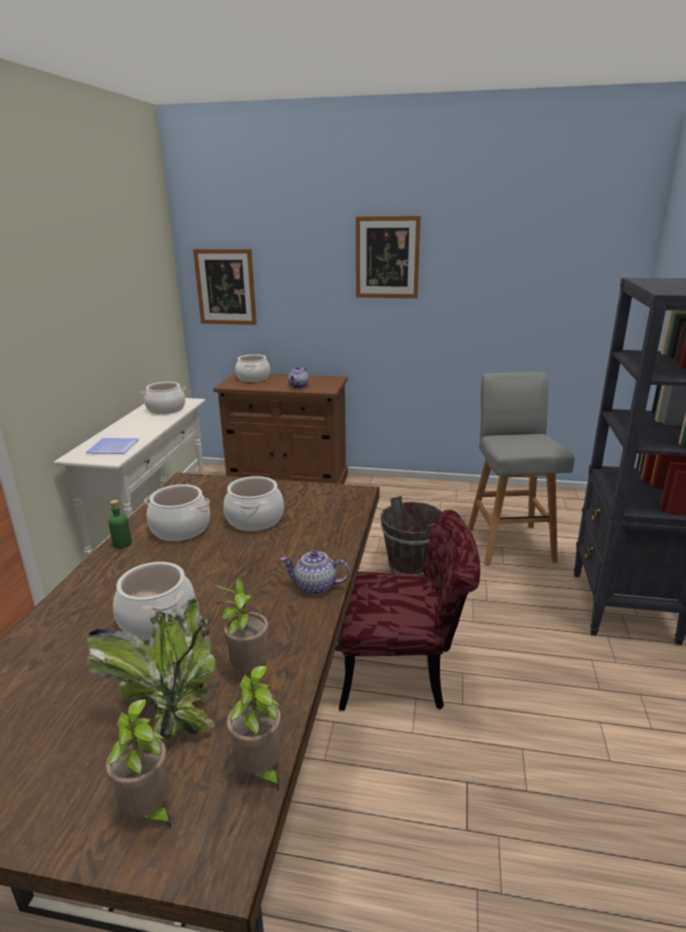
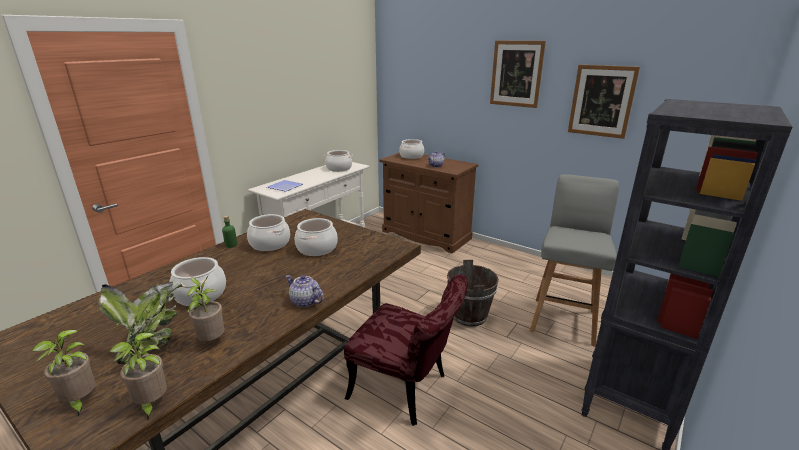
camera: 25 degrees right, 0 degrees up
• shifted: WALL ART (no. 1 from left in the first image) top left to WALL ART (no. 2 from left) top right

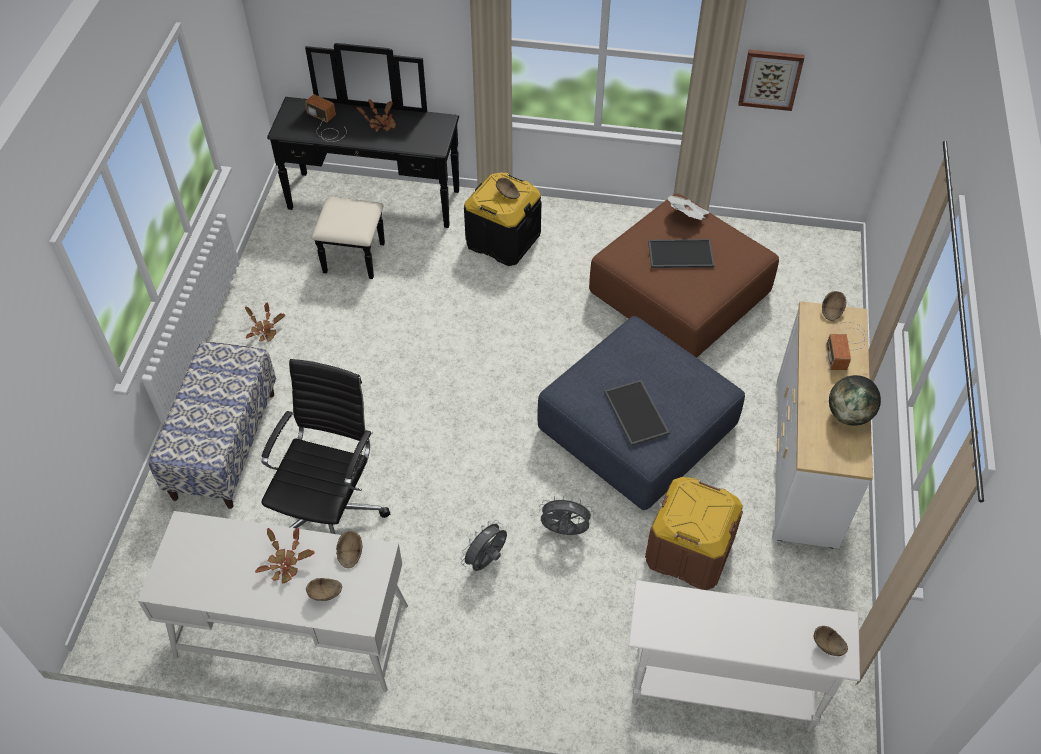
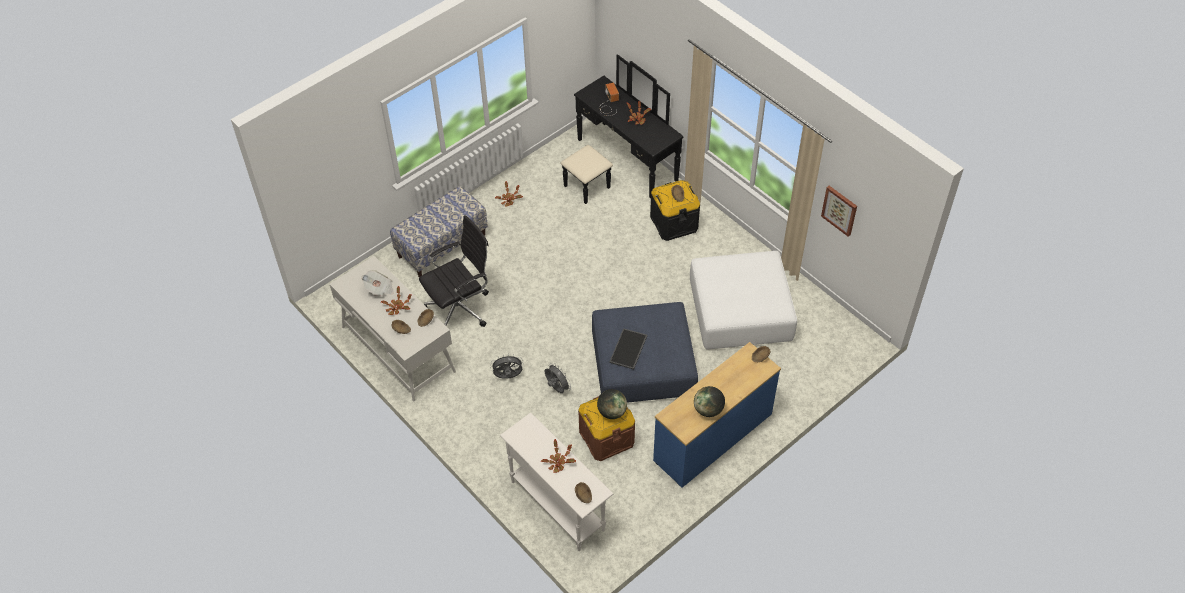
camera: 40 degrees right, 0 degrees up
• gone: SERVING TRAY (no. 2 from left) centre
• gone: RADIO (no. 2 from left) middle right
• new: PLANT IN A POT (no. 3 from left) bottom centre
• new: WORLD GLOBE (no. 1 from left) bottom centre
• shifted: NEWSPAPER top centre to middle left
• repainted: BROWN-COLOURED POUFFE centre to WHITISH POUFFE centre
• repainted: WHITISH DRAWER CHEST middle right to BLUE-COLOURED DRAWER CHEST bottom centre

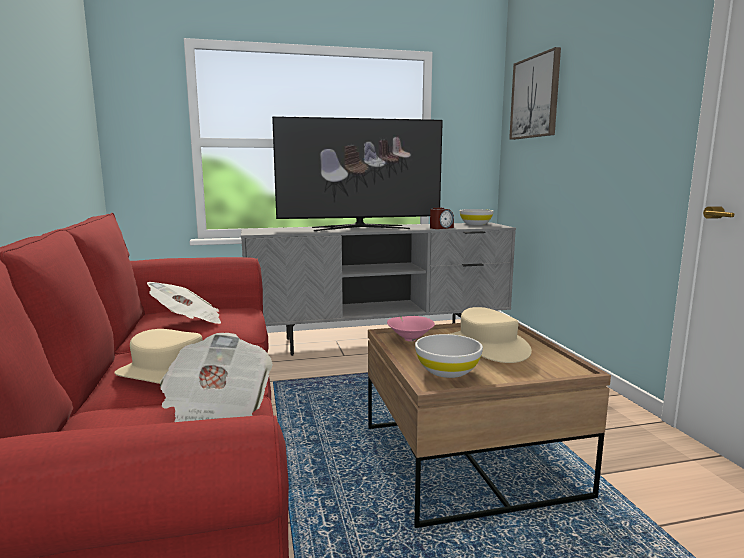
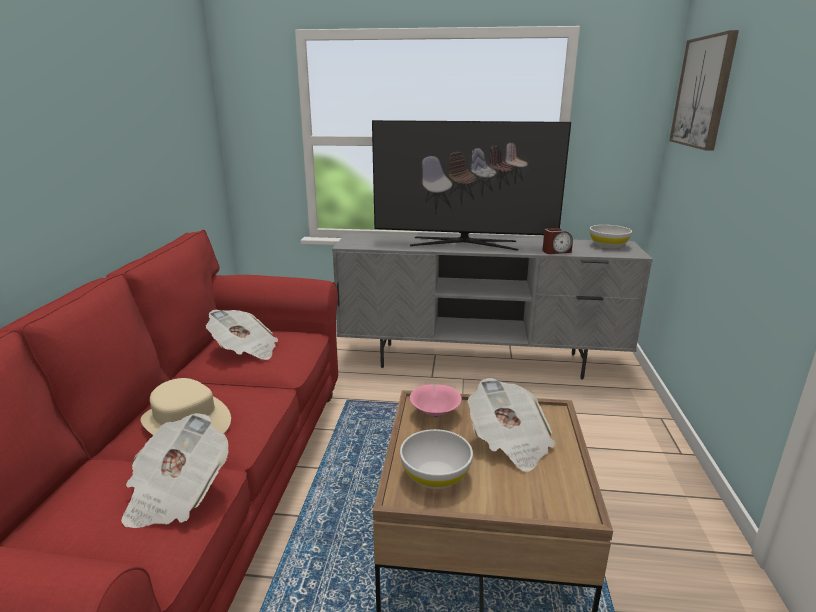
camera: 20 degrees right, 10 degrees up
• swapped: BEIGE-COLOURED HAT (no. 2 from left) centre to NEWSPAPER (no. 3 from left) bottom centre

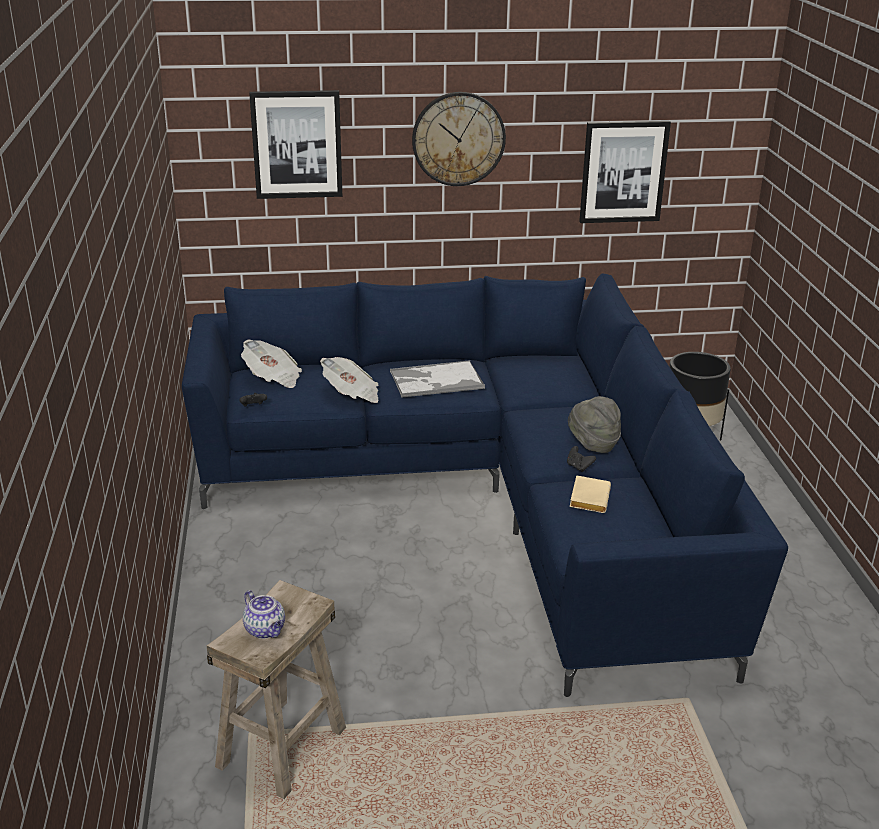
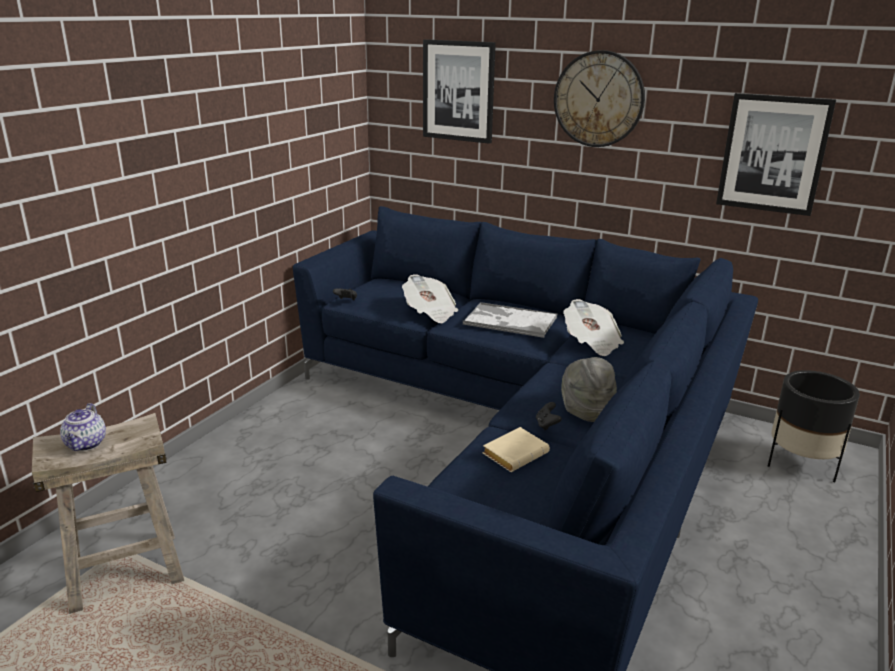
camera: 35 degrees right, 5 degrees down
• shifted: NEWSPAPER (no. 1 from left in the first image) middle left to NEWSPAPER (no. 2 from left) centre

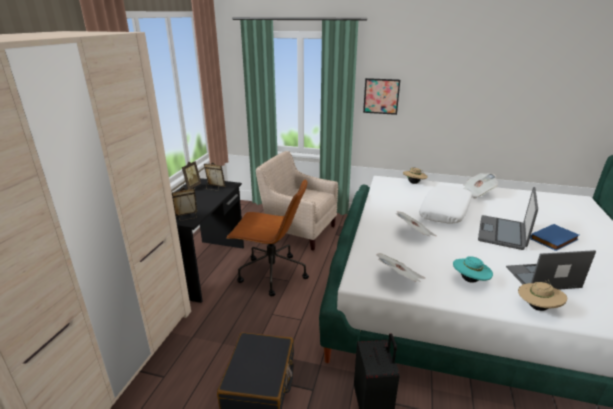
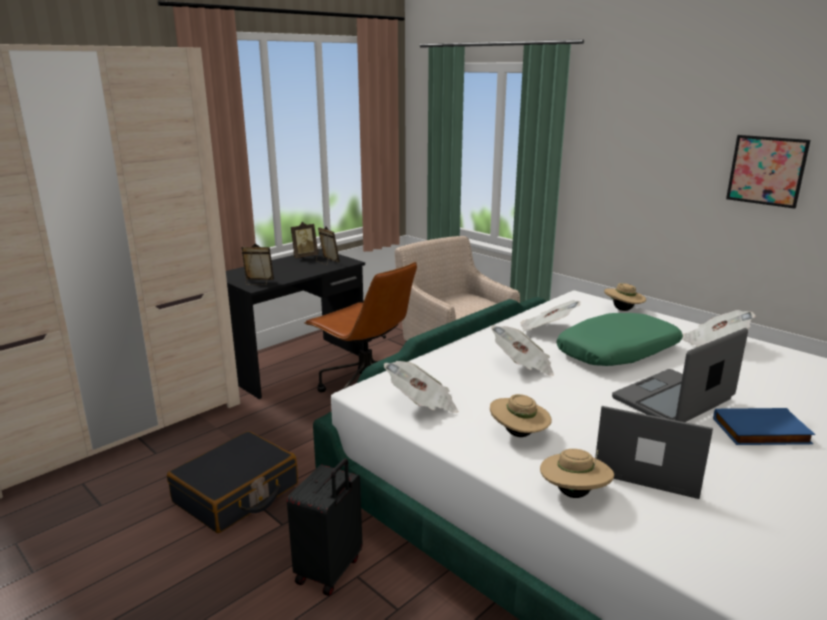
camera: 30 degrees right, 5 degrees down
• new: NEWSPAPER (no. 3 from left) centre
• shifted: WALL ART top centre to top right
• repainted: WHITISH PILLOW middle right to GREENISH PILLOW middle right
• repainted: TURQUOISE HAT middle right to BEIGE-COLOURED HAT (no. 1 from left) bottom centre

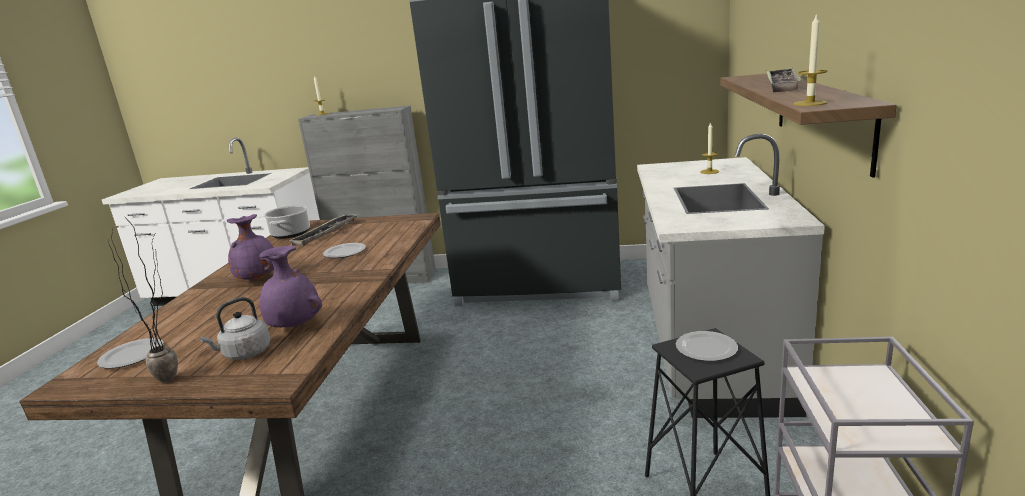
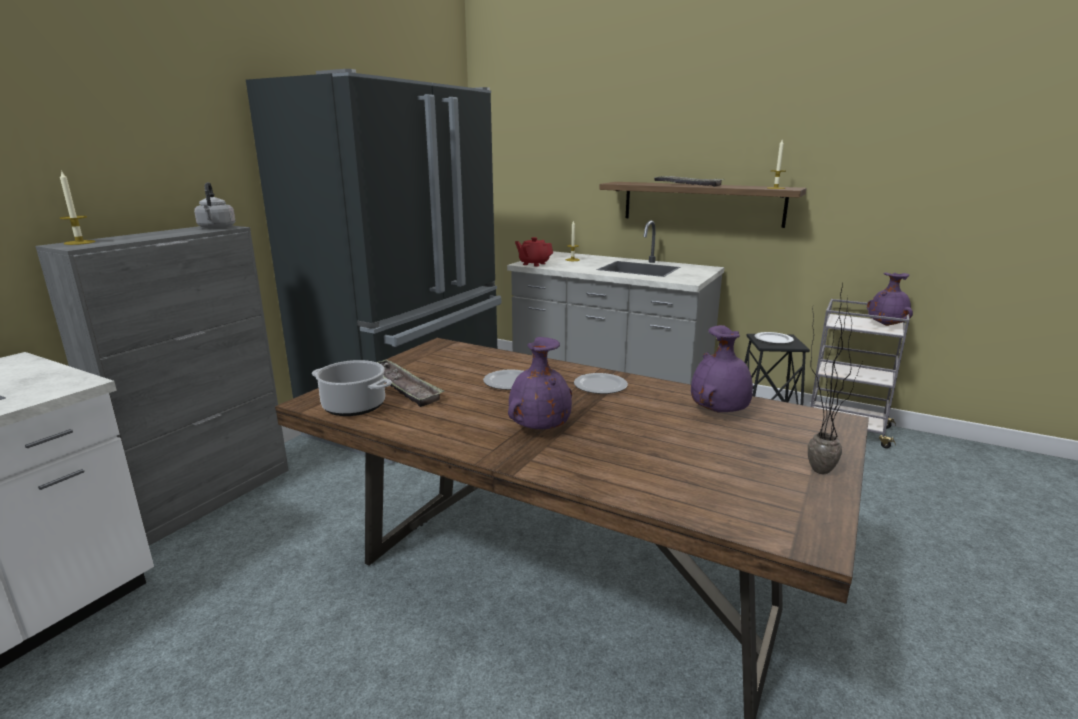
camera: 70 degrees left, 0 degrees up
• new: RED-COLOURED POT FOR TEA centre
• new: PURPLISH DECORATIVE VASE (no. 3 from left) middle right
• shifted: DINNER PLATE (no. 1 from left in the first image) bottom left to DINNER PLATE (no. 2 from left) centre
• shifted: GREY WATER KETTLE middle left to top left

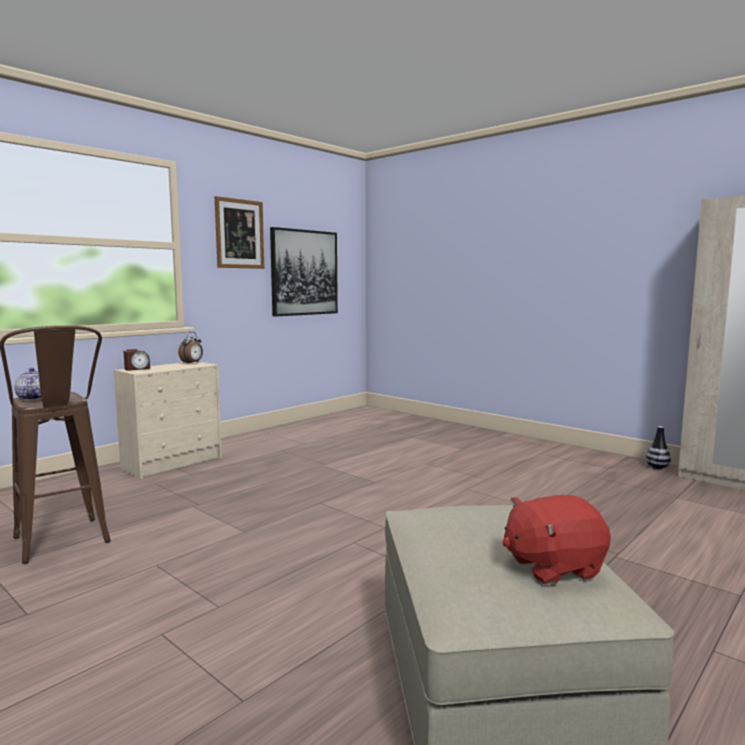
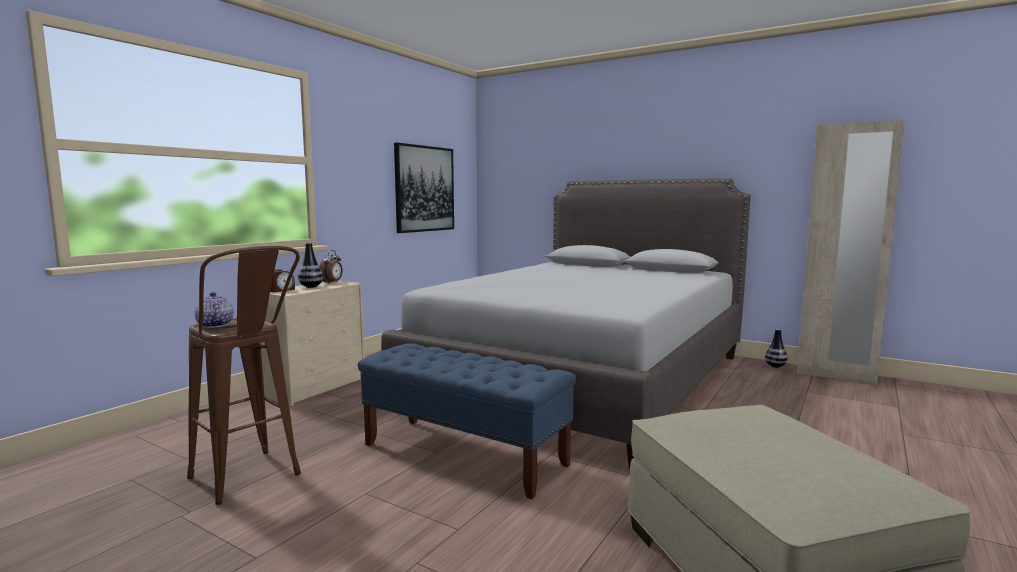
camera: 10 degrees left, 0 degrees up
• gone: WALL ART (no. 1 from left) top left
• gone: RED-COLOURED SOFT TOY bottom right
• new: DECORATIVE VASE (no. 1 from left) middle left
• new: BLUE-COLOURED LONG SEAT bottom centre
• new: GREY BEDROOM BED centre

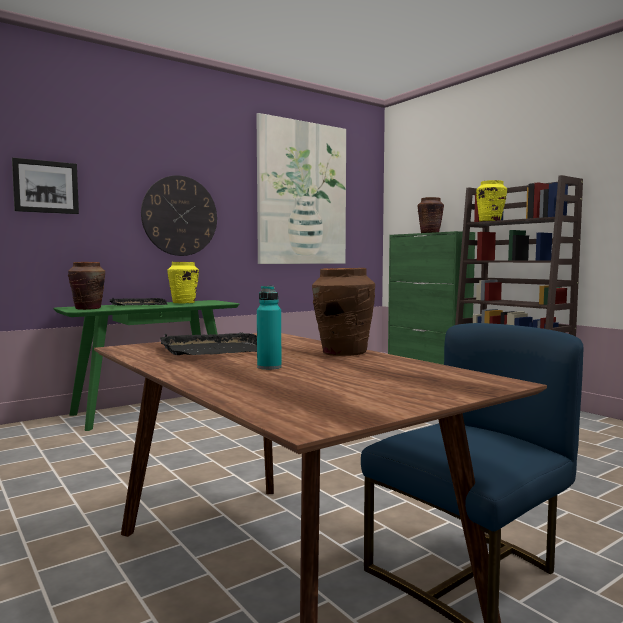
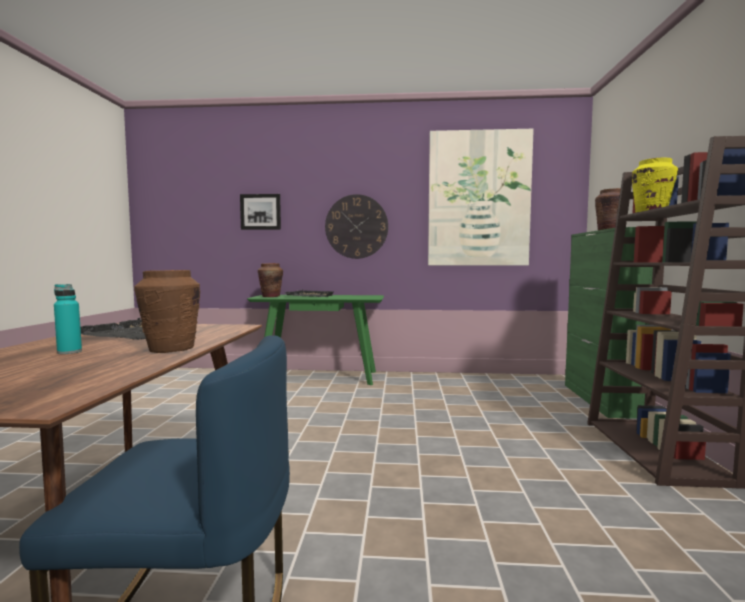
camera: 40 degrees right, 0 degrees up
• gone: YELLOW DECORATIVE VASE (no. 1 from left) middle left

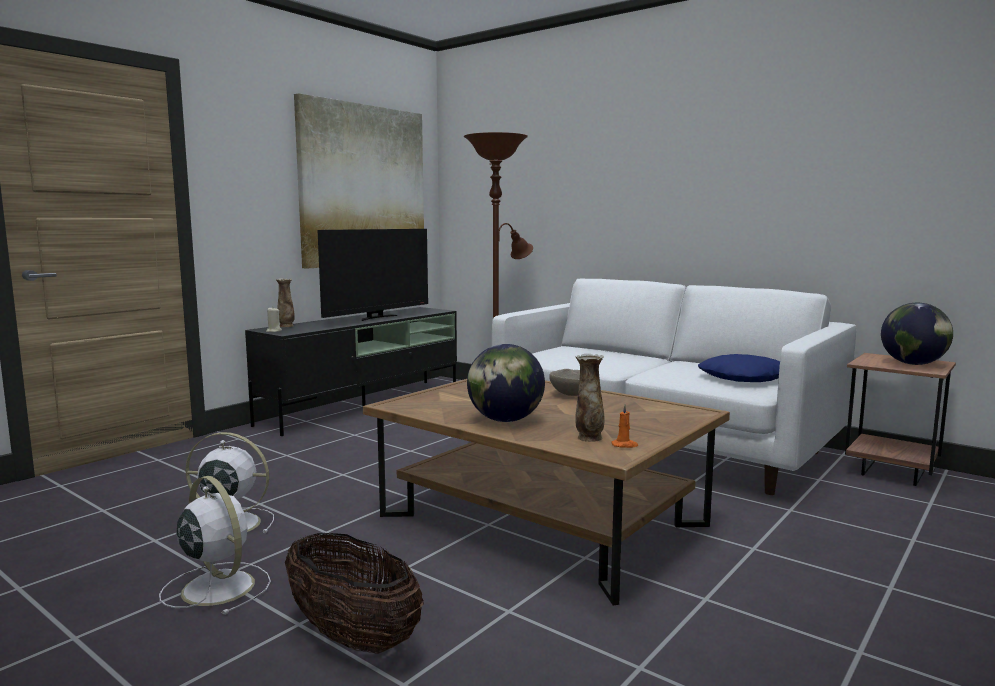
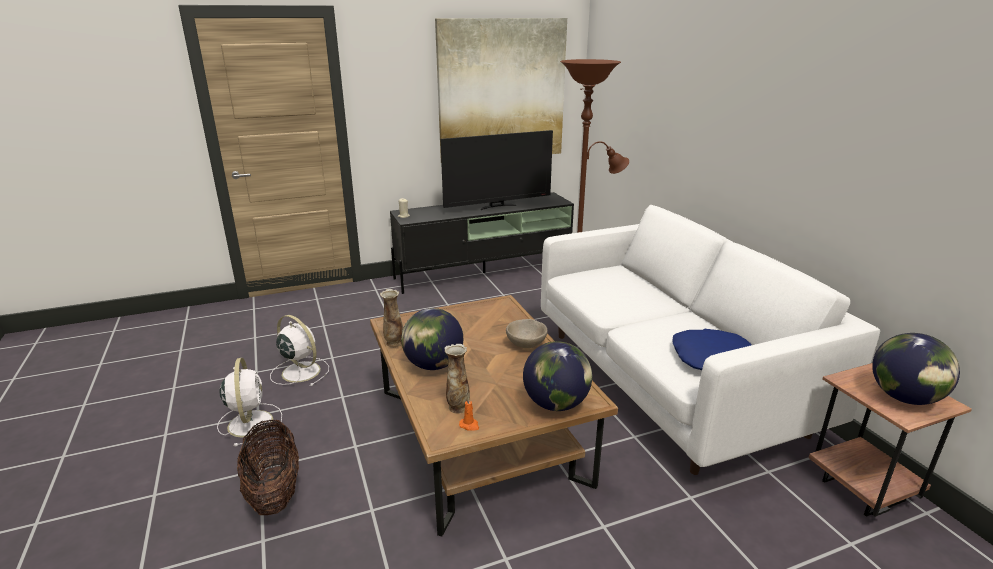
camera: 30 degrees right, 15 degrees up
• new: WORLD GLOBE (no. 2 from left) centre
• shifted: DECORATIVE VASE (no. 1 from left) middle left to centre

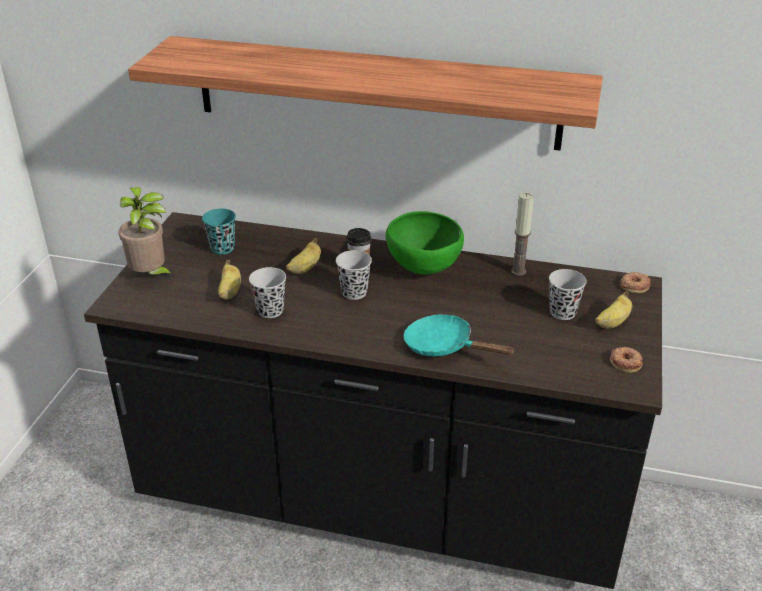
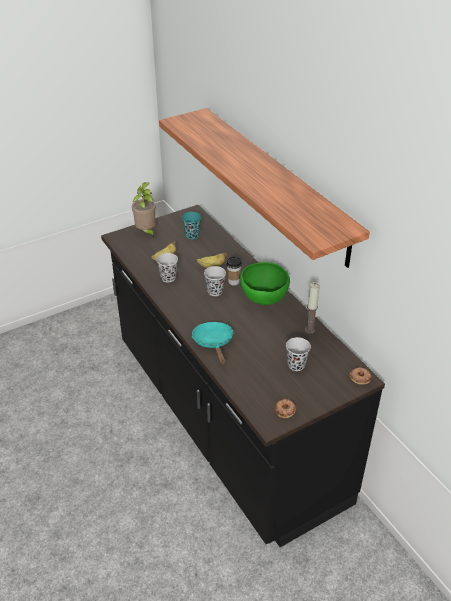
camera: 45 degrees right, 5 degrees up
• gone: WHOLE BANANA (no. 3 from left) middle right

